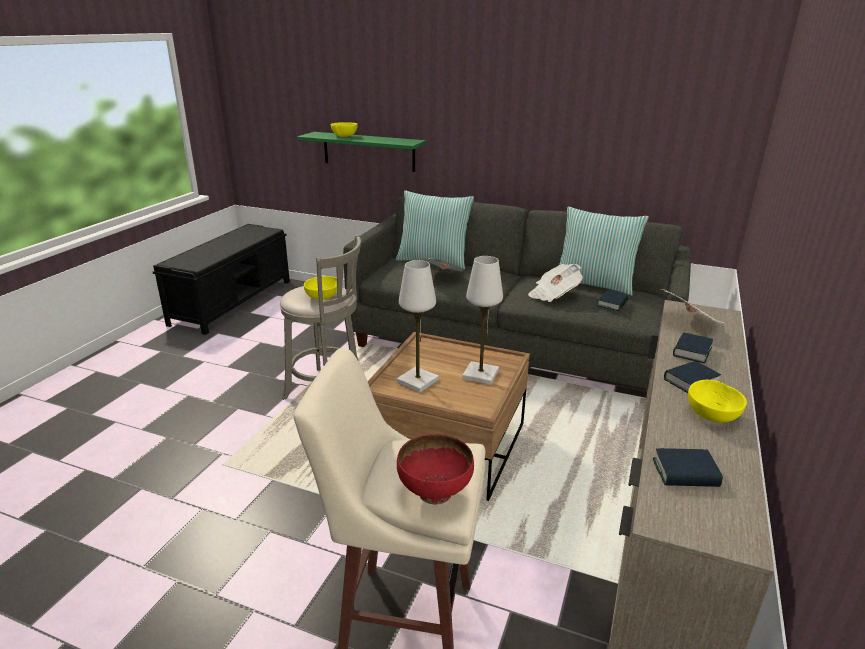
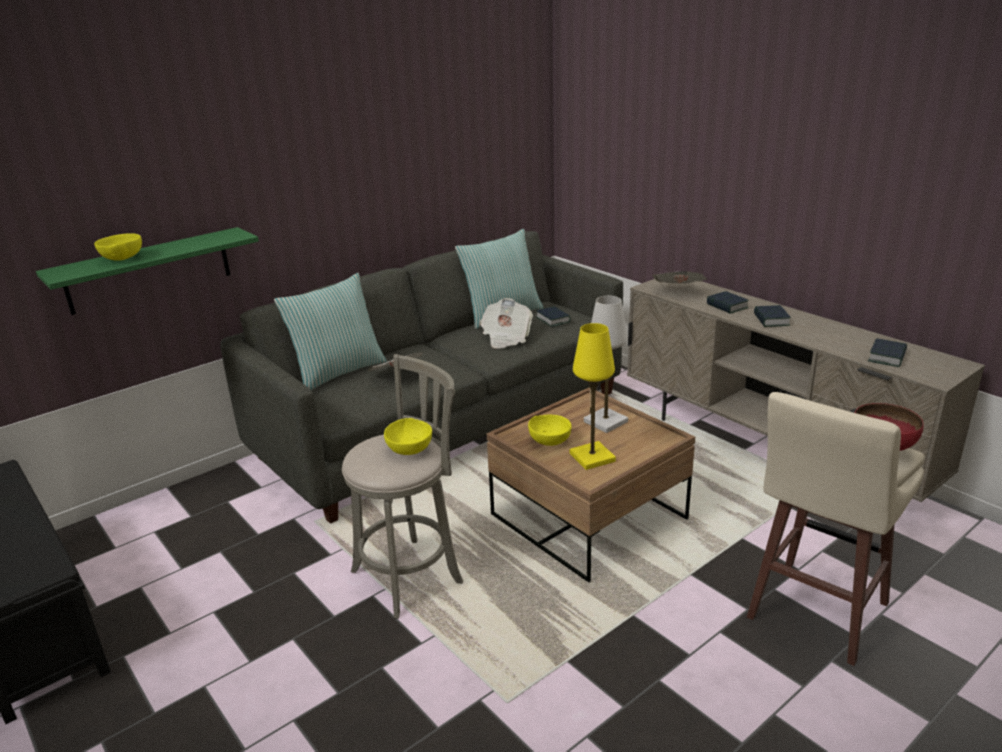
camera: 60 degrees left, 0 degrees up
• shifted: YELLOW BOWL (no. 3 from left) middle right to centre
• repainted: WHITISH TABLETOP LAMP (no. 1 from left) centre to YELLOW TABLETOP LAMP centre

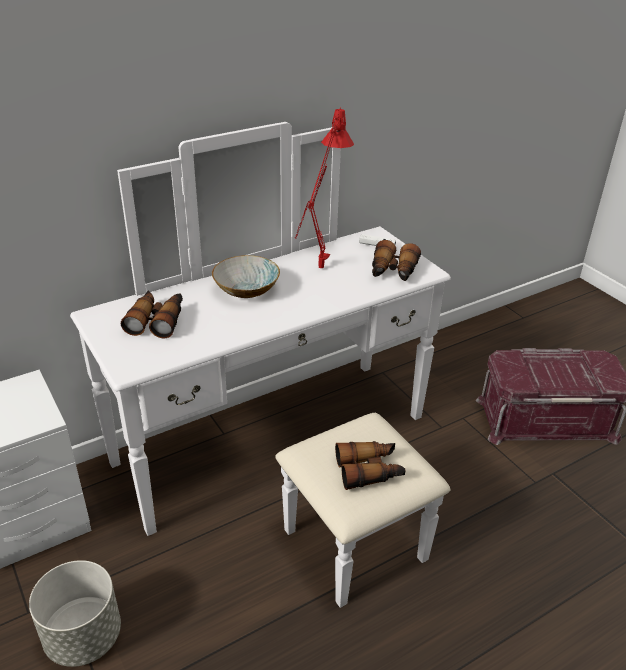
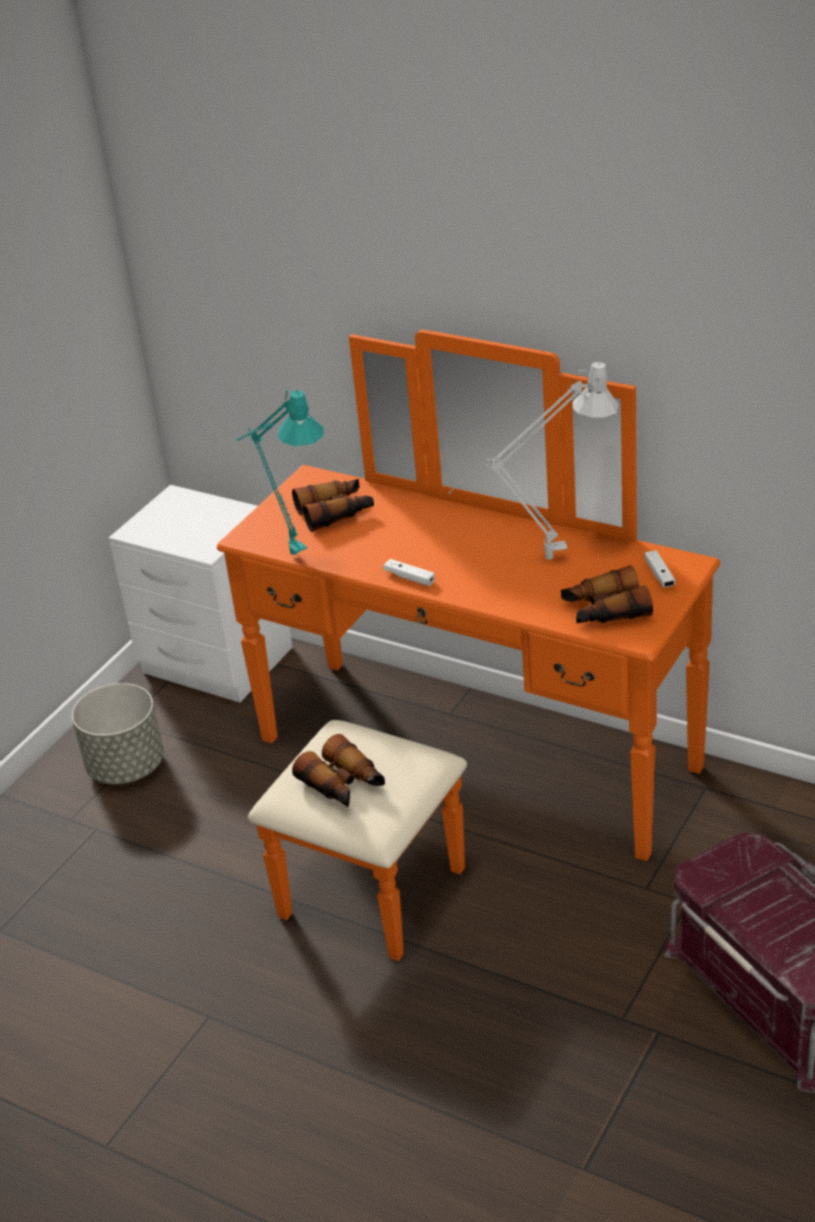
camera: 65 degrees right, 0 degrees up
• gone: BOWL centre
• new: TURQUOISE TABLETOP LAMP centre
• new: WHITISH GAME CONTROLLER (no. 1 from left) centre
• repainted: WHITISH DRAWER CHEST centre to ORANGE-COLOURED DRAWER CHEST centre
• repainted: RED-COLOURED TABLETOP LAMP top centre to GREY TABLETOP LAMP centre

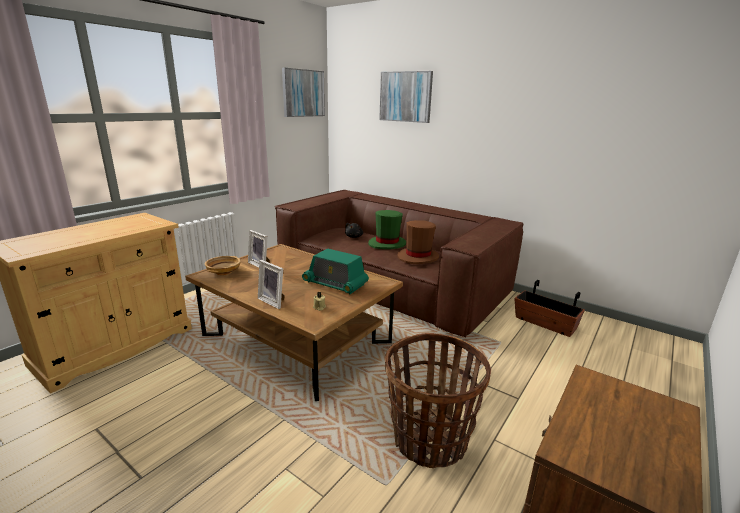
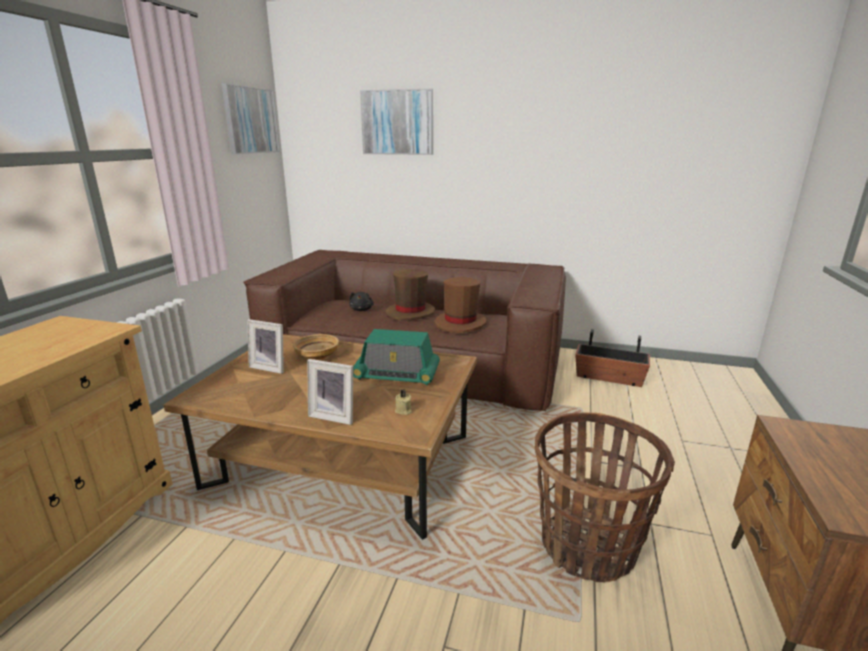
camera: 20 degrees left, 0 degrees up
• shifted: BEIGE-COLOURED BOWL middle left to centre
• repainted: GREENISH HAT centre to BROWN-COLOURED HAT (no. 1 from left) centre

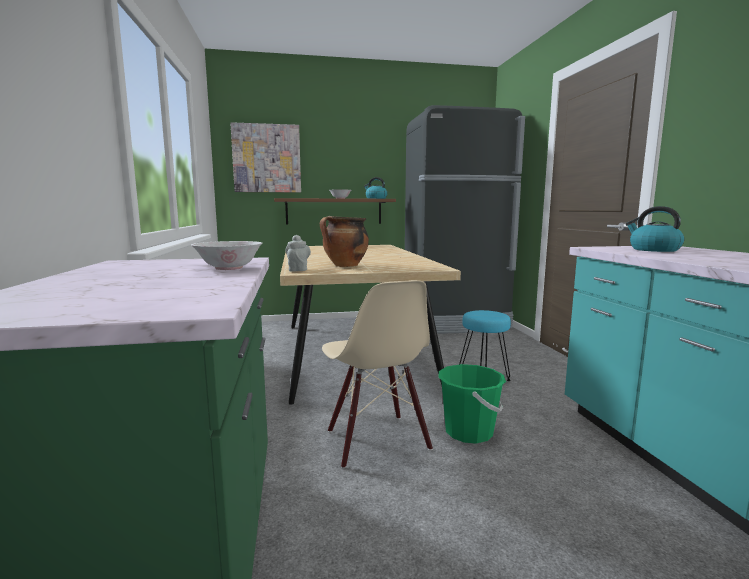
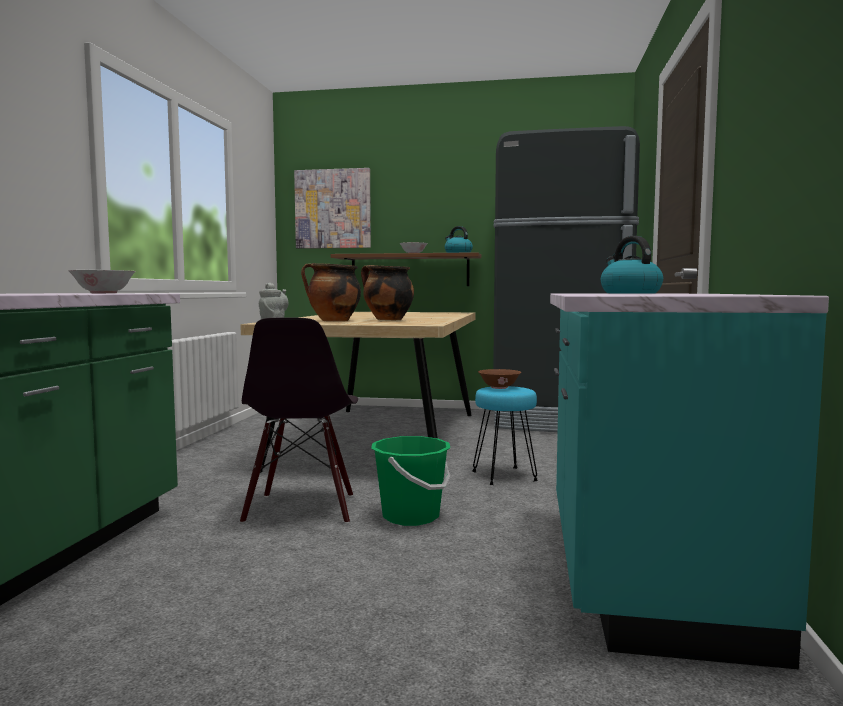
camera: 20 degrees right, 5 degrees down
• new: STOCKPOT (no. 2 from left) centre
• new: BROWN-COLOURED BOWL centre
• repainted: BEIGE-COLOURED CHAIR centre to BLACKISH CHAIR centre

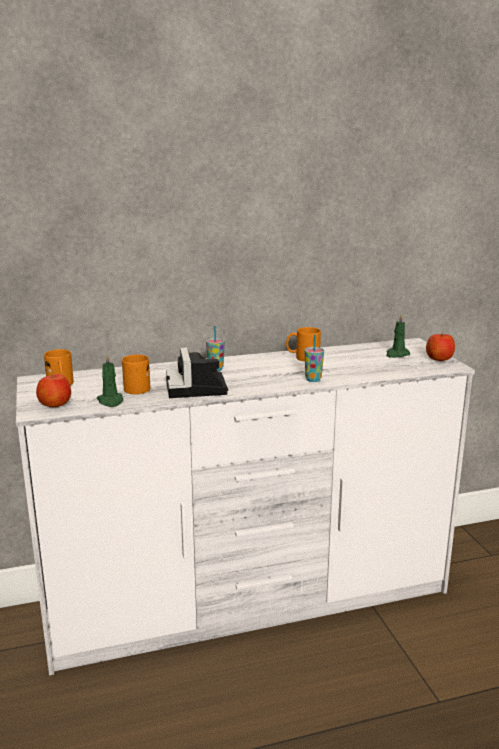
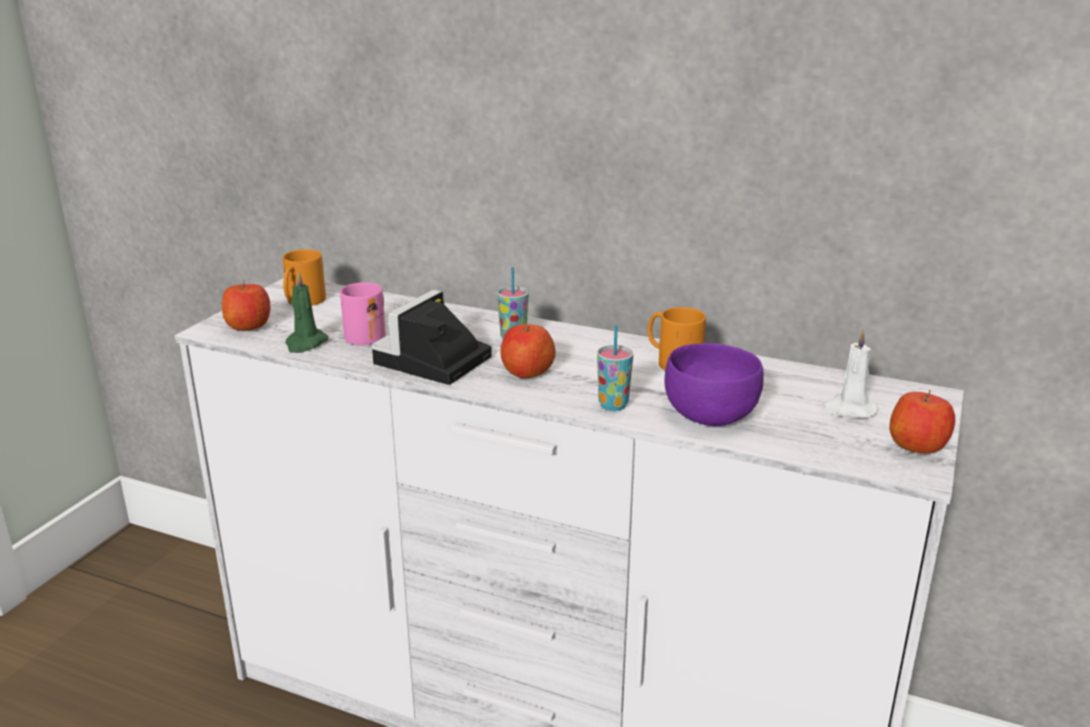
camera: 40 degrees right, 5 degrees up
• new: APPLE FRUIT (no. 2 from left) centre
• new: PURPLISH BOWL centre
• repainted: ORANGE-COLOURED TEA MUG (no. 2 from left) middle left to PINKISH TEA MUG middle left
• repainted: GREENISH WAX LIGHT (no. 2 from left) middle right to WHITISH WAX LIGHT middle right

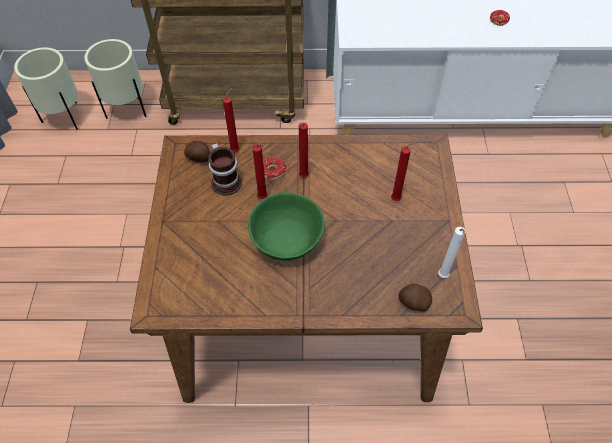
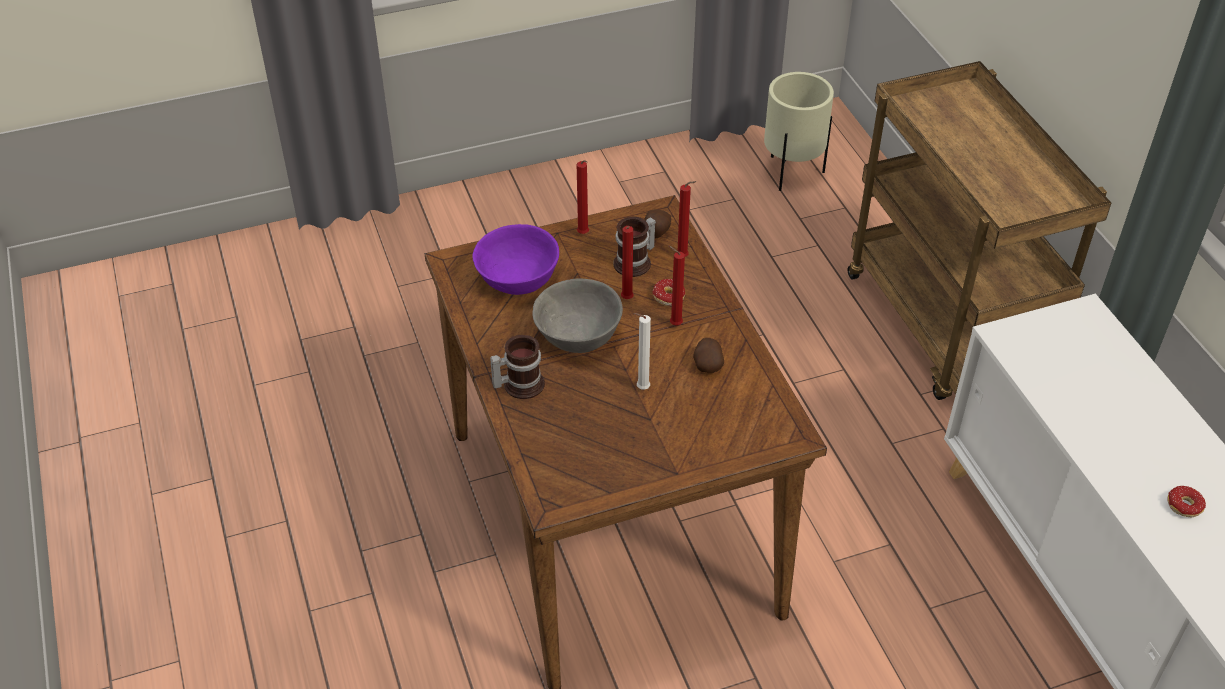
camera: 70 degrees right, 10 degrees down
• gone: BEIGE-COLOURED FLOWER POT (no. 2 from left) top left
• new: PURPLISH BOWL centre
• new: TEA MUG (no. 1 from left) centre
• shifted: RED-COLOURED WAX LIGHT (no. 4 from left in the first image) centre to RED-COLOURED WAX LIGHT (no. 1 from left) top centre
• shifted: SPUD (no. 2 from left) bottom right to centre
• shifted: WHITISH WAX LIGHT middle right to centre
• repainted: GREENISH BOWL centre to GREY BOWL centre

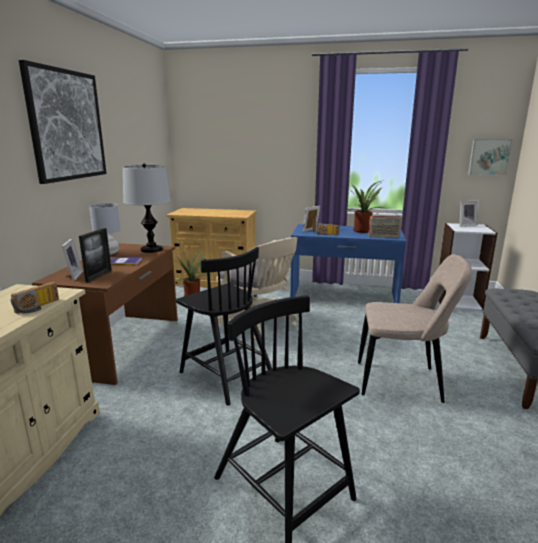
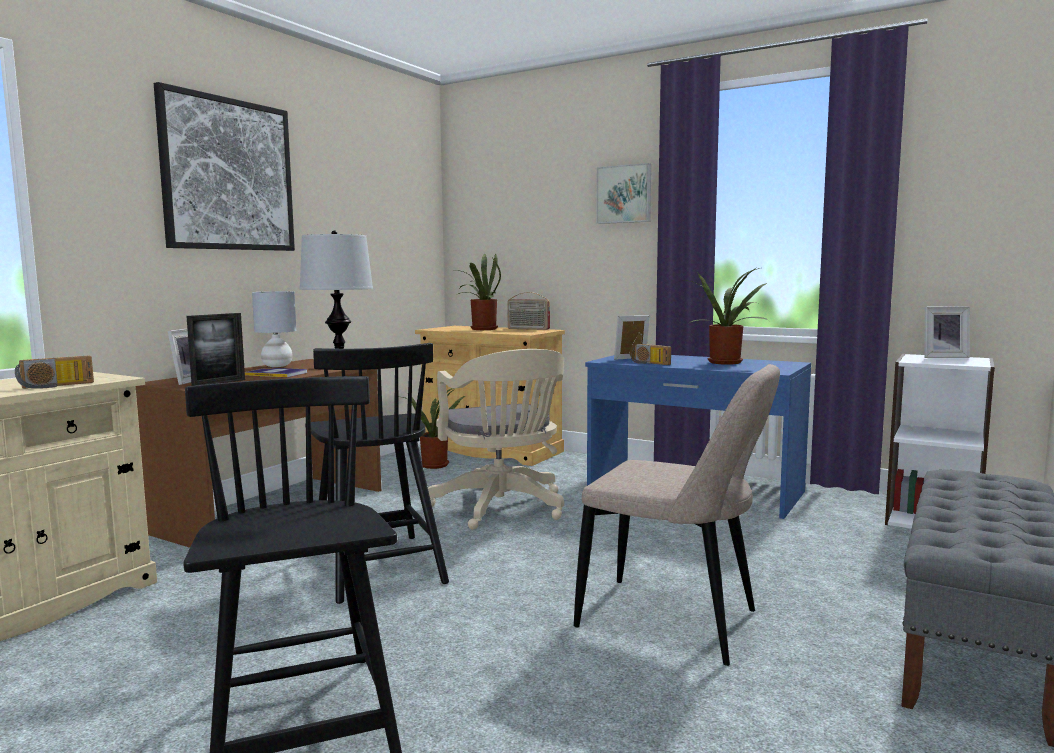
camera: 20 degrees right, 10 degrees down
• new: PLANT IN A POT (no. 2 from left) centre
• shifted: RADIO (no. 3 from left in the first image) middle right to RADIO (no. 2 from left) centre
• shifted: WALL ART (no. 2 from left) top right to top centre

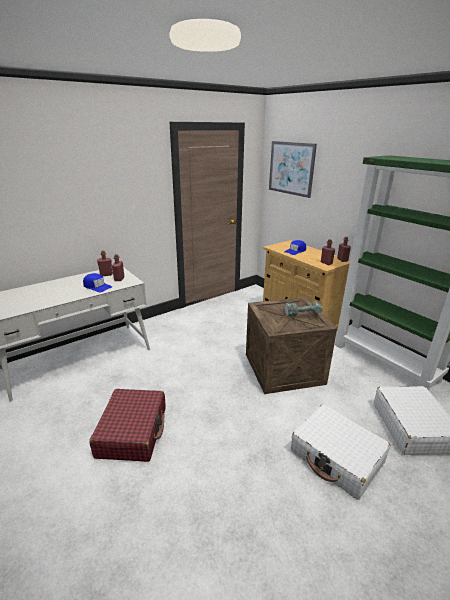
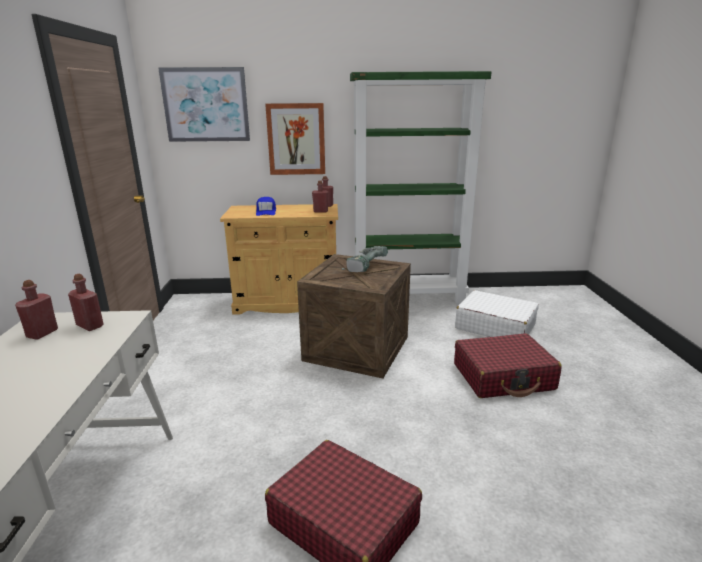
camera: 55 degrees left, 5 degrees down
• gone: BLUE-COLOURED PEAKED CAP (no. 1 from left) middle left
• new: WALL ART (no. 2 from left) top centre
• repainted: WHITISH PIECE OF LUGGAGE (no. 1 from left) bottom right to RED-COLOURED PIECE OF LUGGAGE (no. 2 from left) middle right

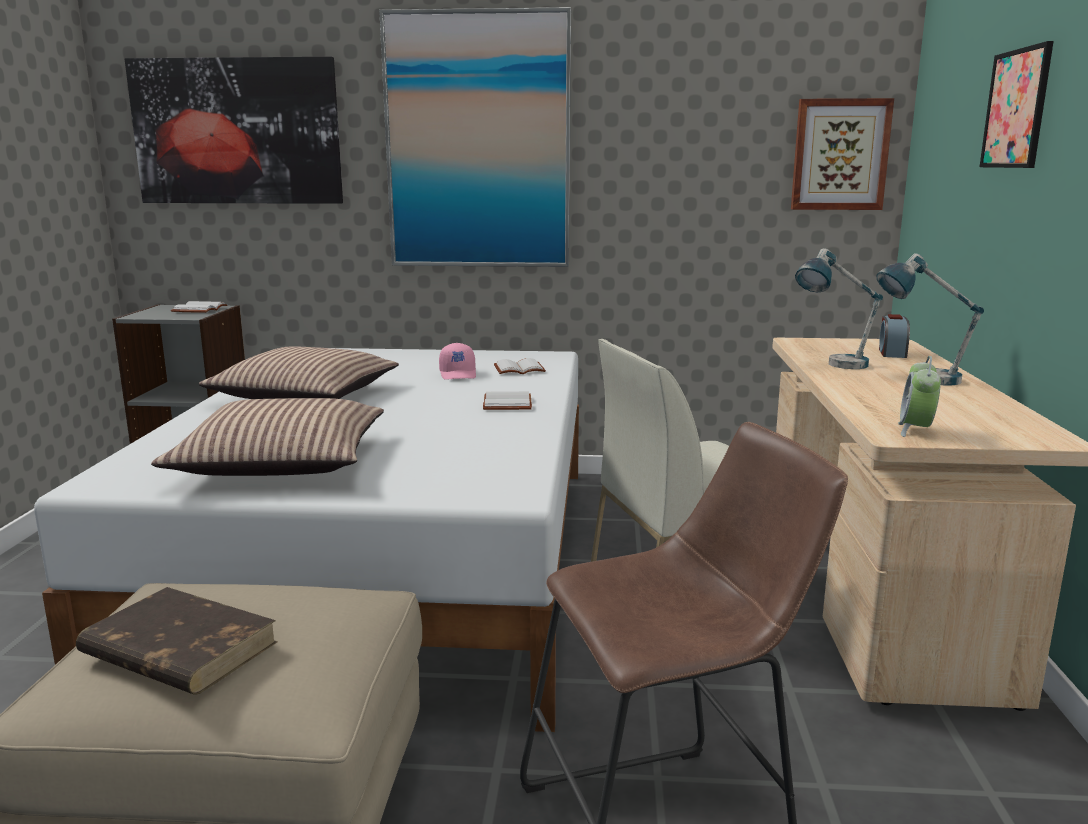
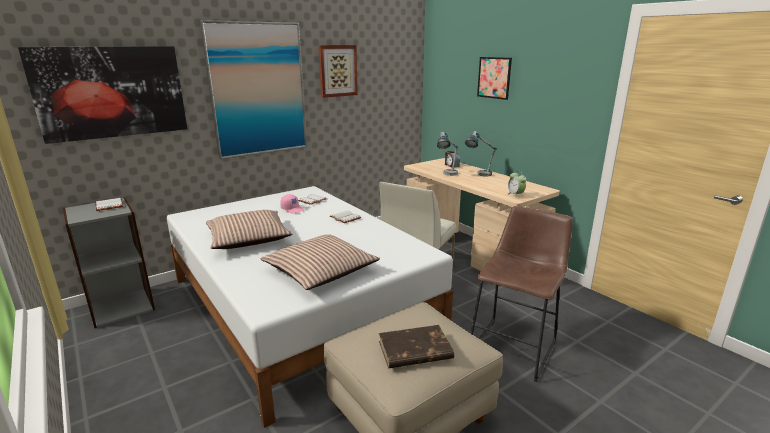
camera: 40 degrees left, 5 degrees up
• shifted: WALL ART (no. 3 from left) top right to top centre

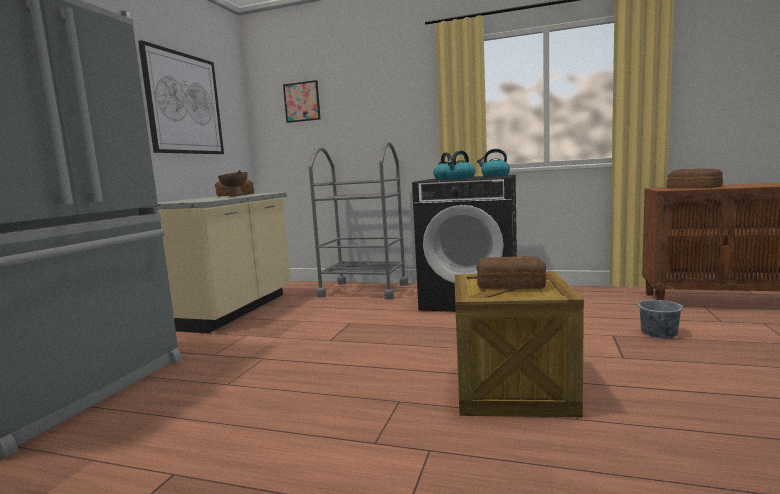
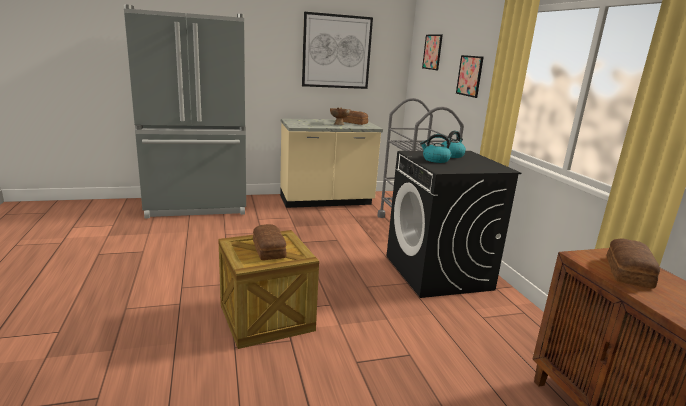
camera: 55 degrees right, 10 degrees up
• gone: WATER KETTLE (no. 3 from left) top centre
• gone: GREY PAIL middle right
• new: WALL ART (no. 3 from left) top right

